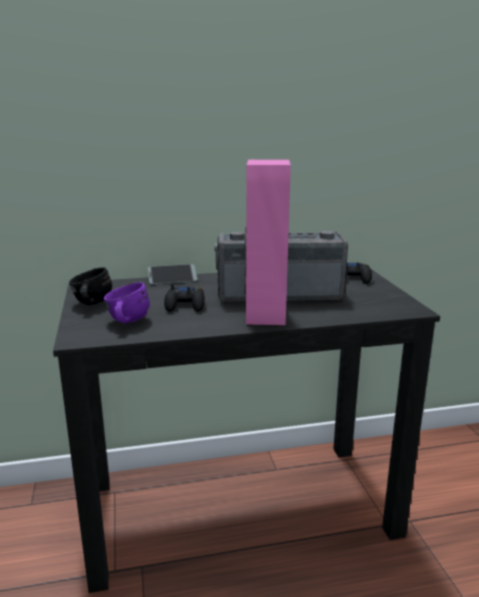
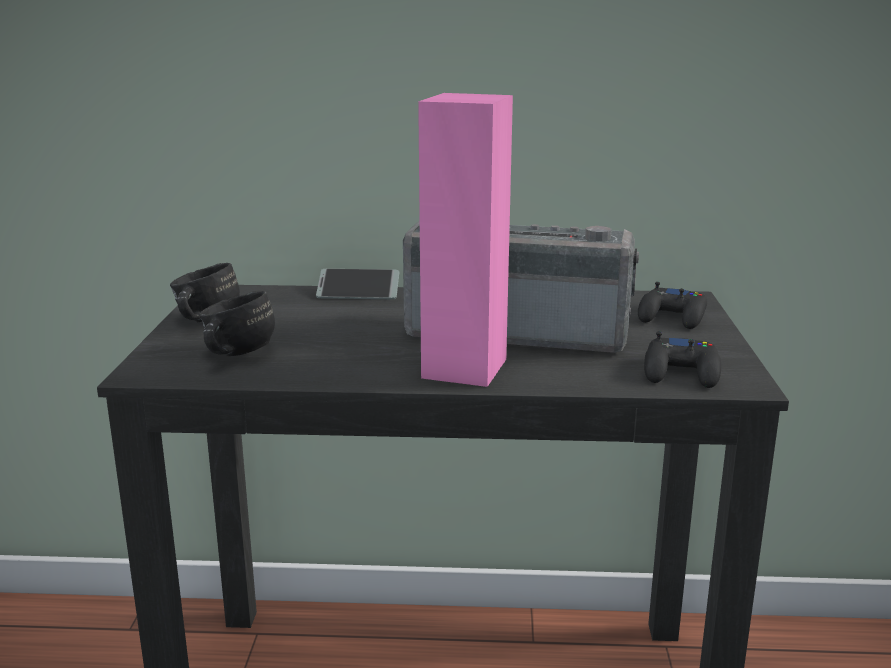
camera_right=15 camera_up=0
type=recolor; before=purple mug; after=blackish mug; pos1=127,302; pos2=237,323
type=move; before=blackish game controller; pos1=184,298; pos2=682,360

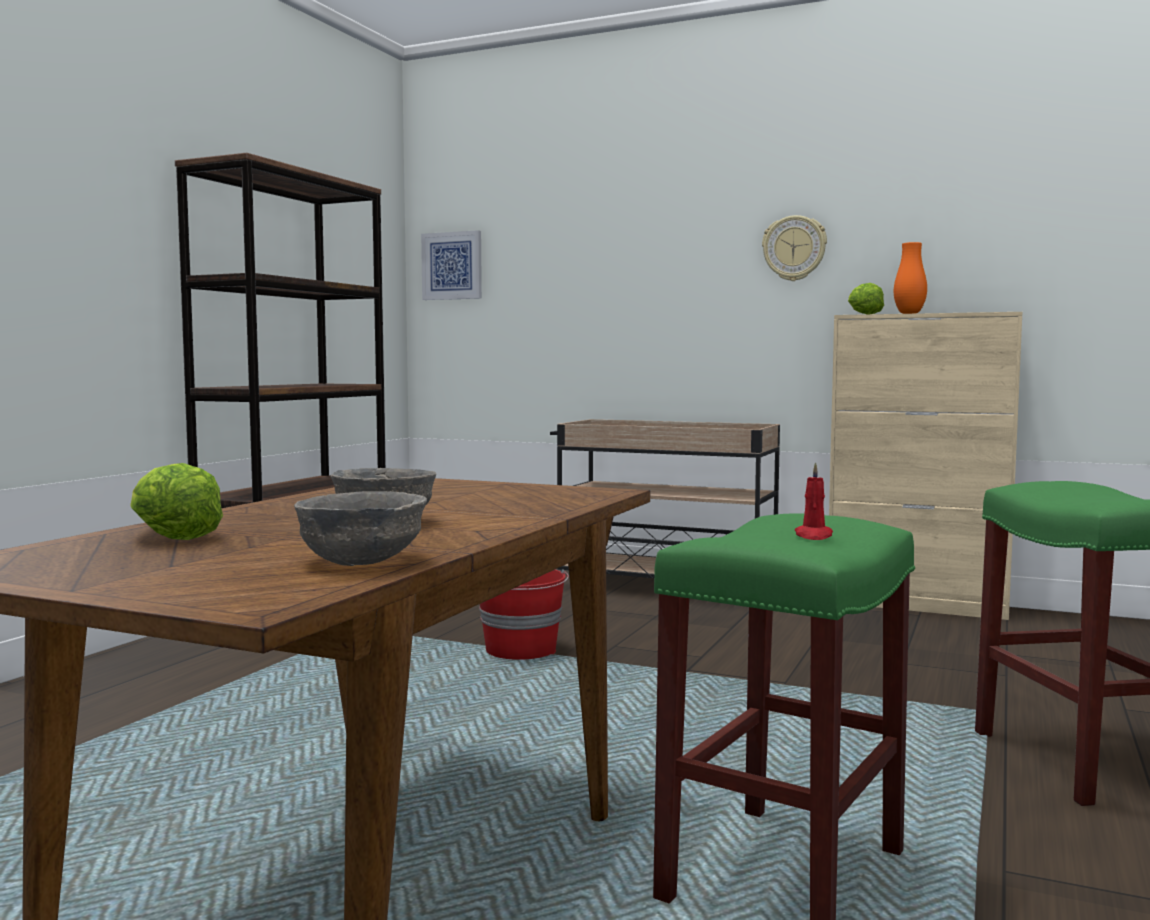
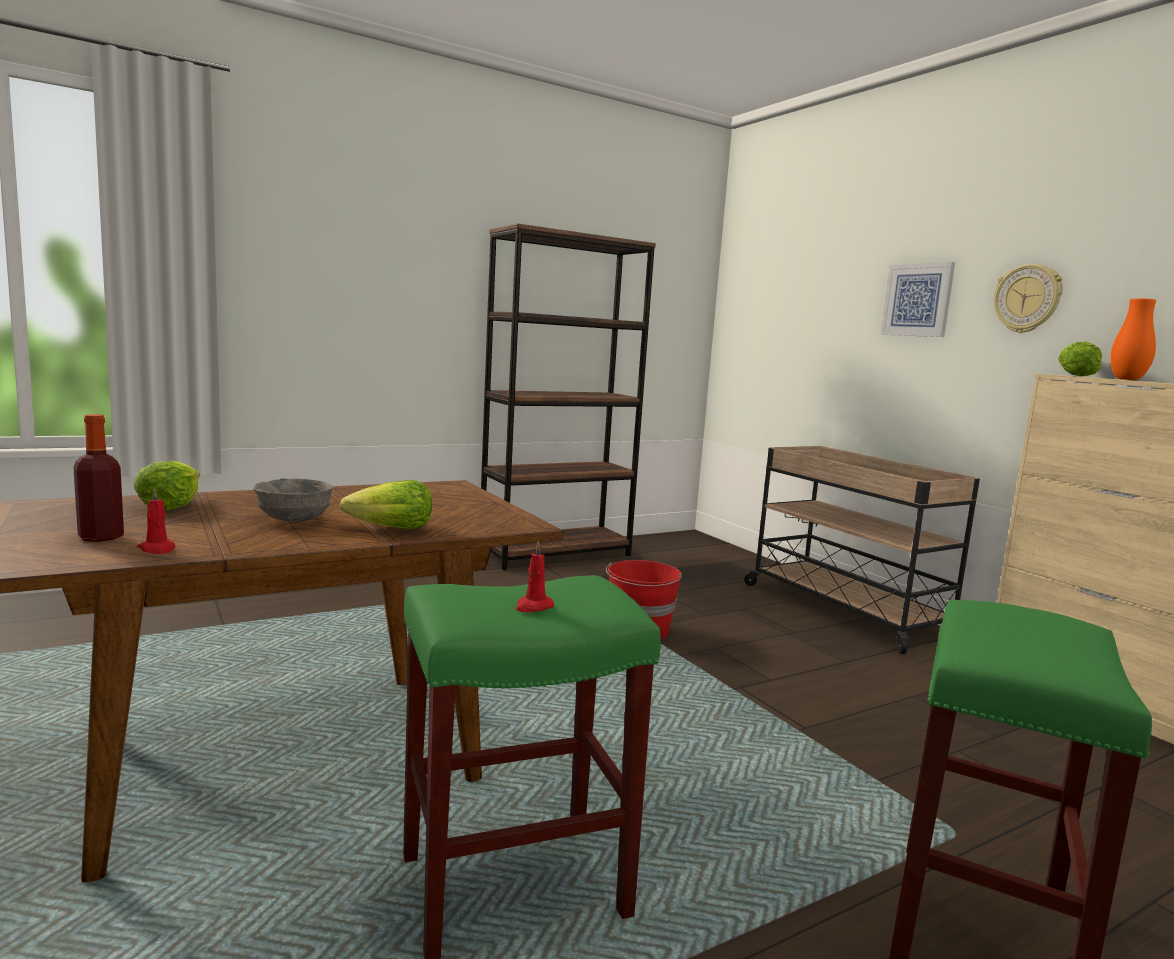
camera_right=35 camera_up=5
type=insert; after=drink bottle; pos2=98,478
type=replace; before=grey deep dish; after=red-coloured wax candle; pos1=360,528; pos2=156,520
type=insert; after=head of lettuce; pos2=386,504
type=move; before=wall picture; pos1=451,265; pos2=917,299

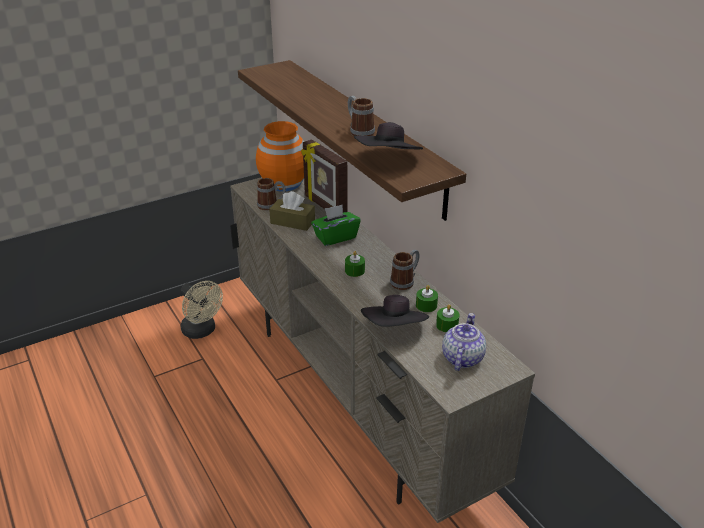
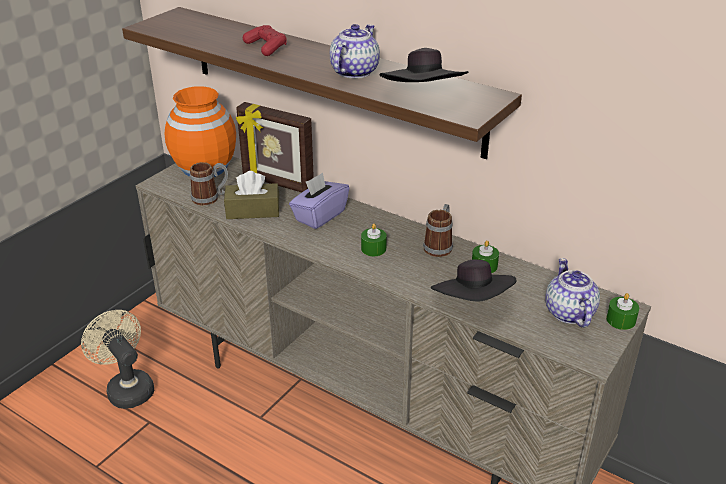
camera_right=-25 camera_up=0
type=rotate; before=beige fan; pos1=201,310; pos2=117,359; turn=-150
type=insert; after=red-coloured game controller; pos2=265,40
type=recolor; before=green box of tissues; after=purple box of tissues; pos1=336,225; pos2=319,201
type=replace; before=mug; after=tea pot; pos1=361,116; pos2=355,51
type=move; before=green wax candle; pos1=447,318; pos2=622,311

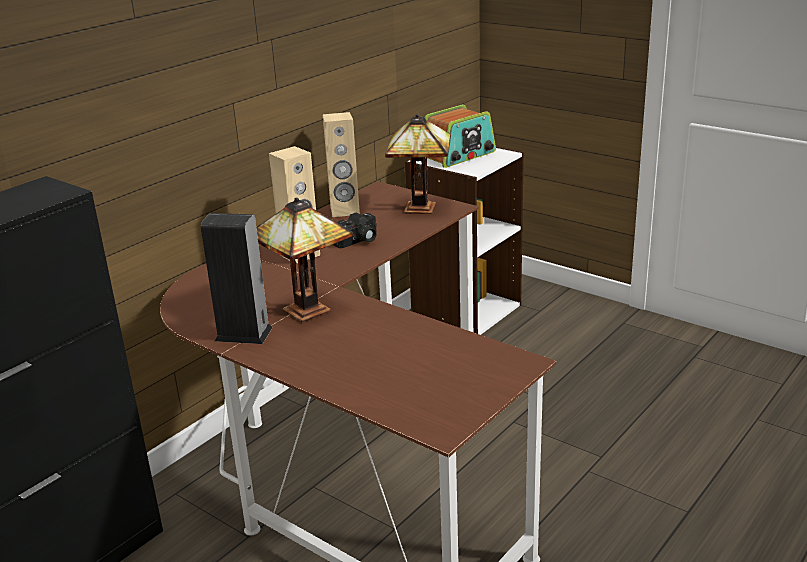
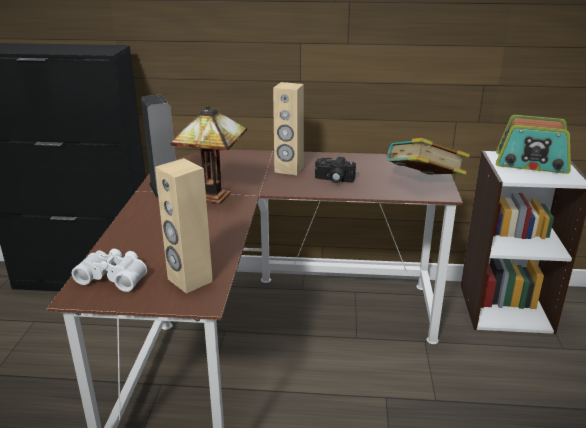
camera_right=55 camera_up=0
type=insert; after=white pair of binoculars; pos2=109,270
type=move; before=beige loudspeaker; pos1=341,164; pos2=184,226
type=replace; before=tabletop lamp; after=book; pos1=418,164; pos2=428,156

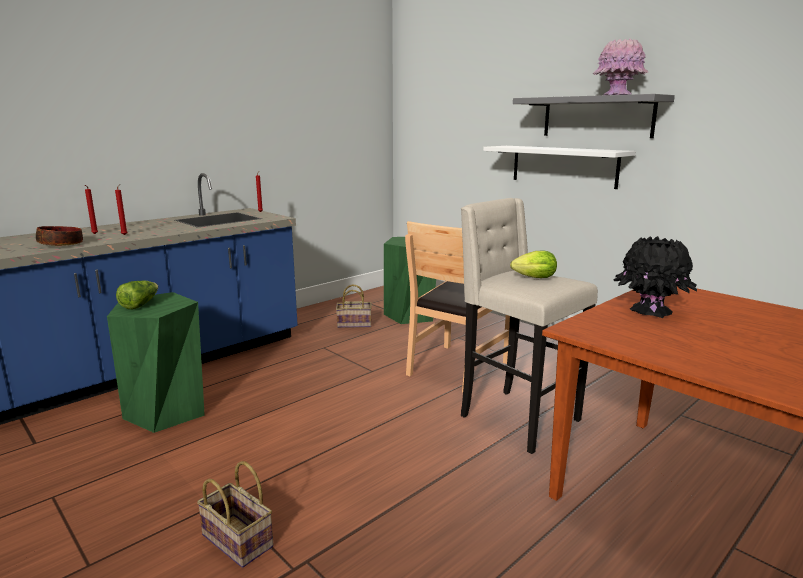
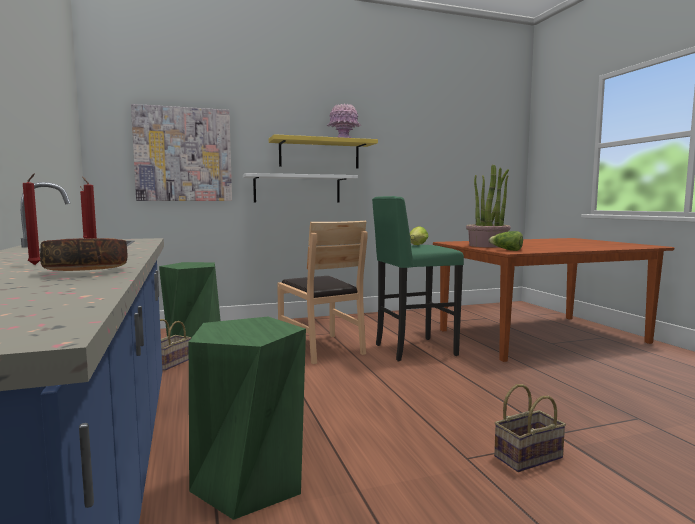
camera_right=-65 camera_up=-10
type=insert; after=wall picture; pos2=181,152
type=recolor; before=grey shelf; after=yellowish shelf; pos1=594,116; pos2=323,151
type=recolor; before=beige stool; after=green stool; pos1=529,326; pos2=418,279
type=replace; before=blackish vase; after=plant in a pot; pos1=655,277; pos2=488,206
type=move; before=head of lettuce; pos1=137,294; pos2=505,241

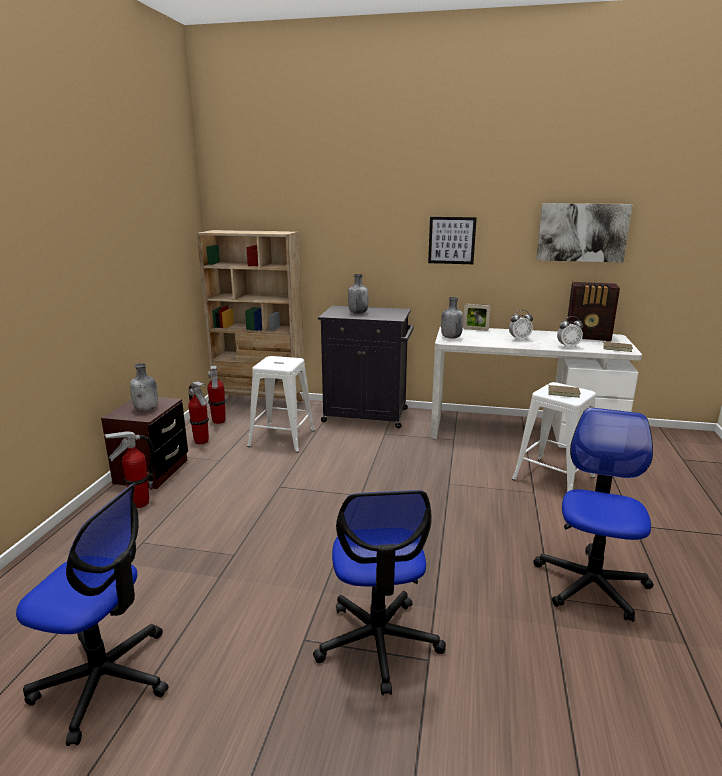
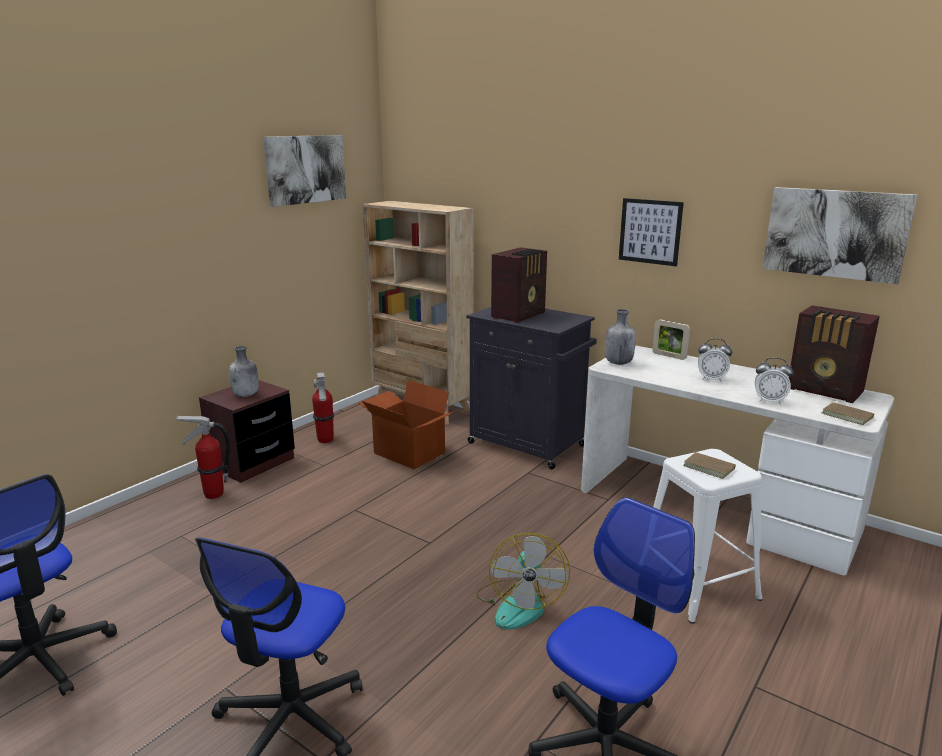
camera_right=25 camera_up=0
type=insert; after=wall picture; pos2=304,171
type=replace; before=white stool; after=packing box; pos1=281,404; pos2=408,424
type=insert; after=fan; pos2=523,581
type=replace; before=grey drink bottle; after=radio set; pos1=358,294; pos2=519,285
type=delete; before=fire extinguisher; pos1=216,395

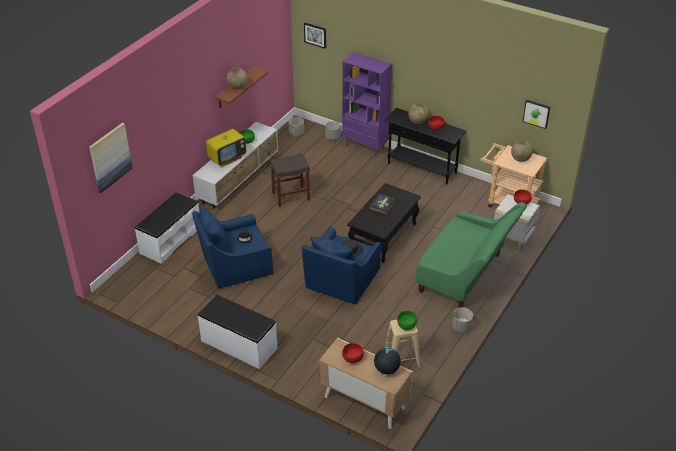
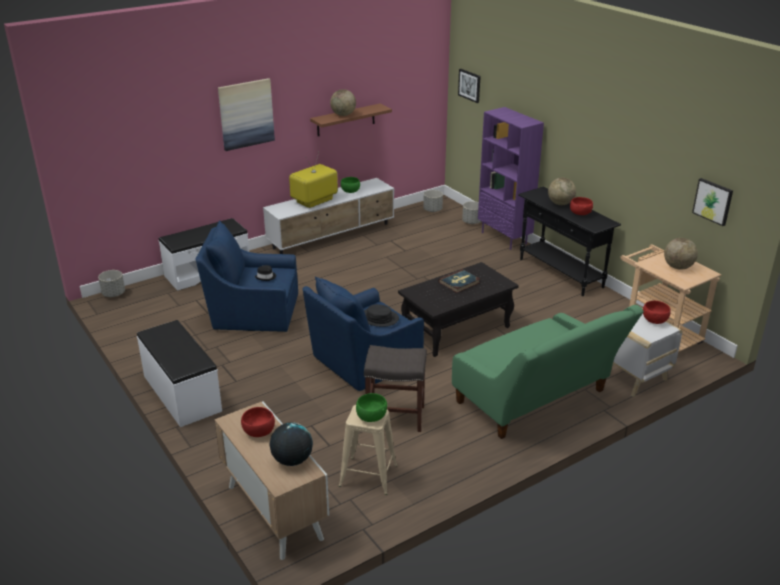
camera_right=25 camera_up=-10
type=move; before=grey plant pot; pos1=462,320; pos2=111,283
type=move; before=wall picture; pos1=111,158; pos2=246,114
type=rotate; before=television; pos1=226,147; pos2=313,180; turn=150
type=move; before=grey stool; pos1=290,180; pos2=395,388

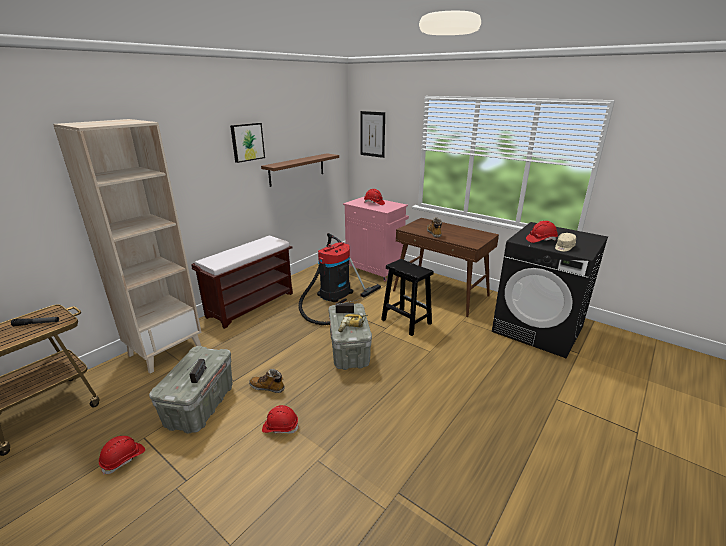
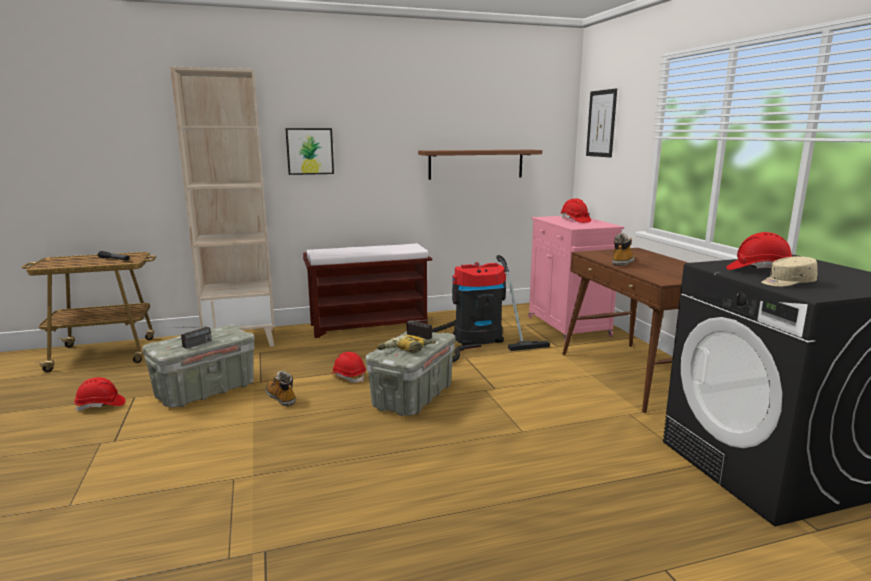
camera_right=35 camera_up=-10
type=move; before=wall picture; pos1=247,143; pos2=309,151
type=move; before=red-coloured hard hat; pos1=280,419; pos2=348,367
type=delete; before=blackish stool; pos1=407,297

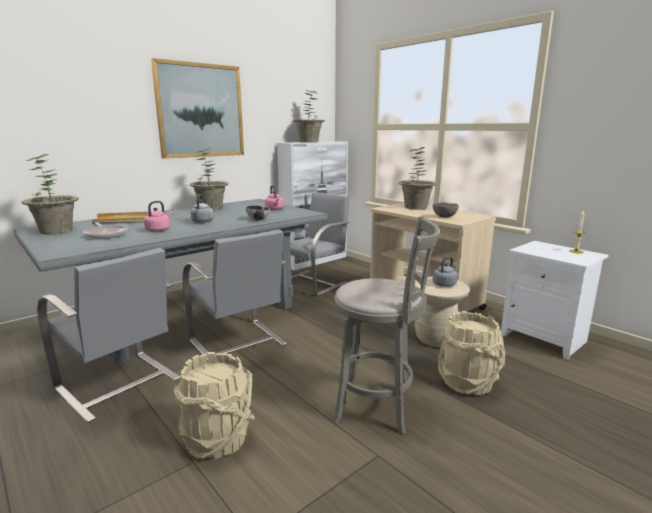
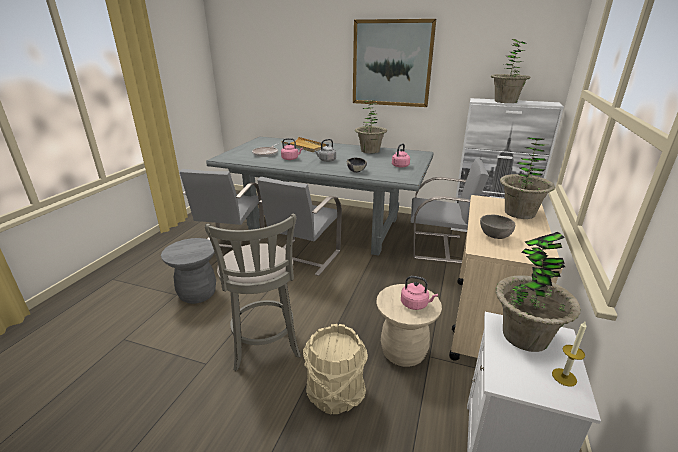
camera_right=60 camera_up=10
type=replace; before=beige pail; after=grey stool; pos1=214,405; pos2=188,271
type=recolor; before=grey water kettle; after=pink-coloured water kettle; pos1=445,271; pos2=419,293
type=move; before=plant in a pot; pos1=50,194; pos2=538,292

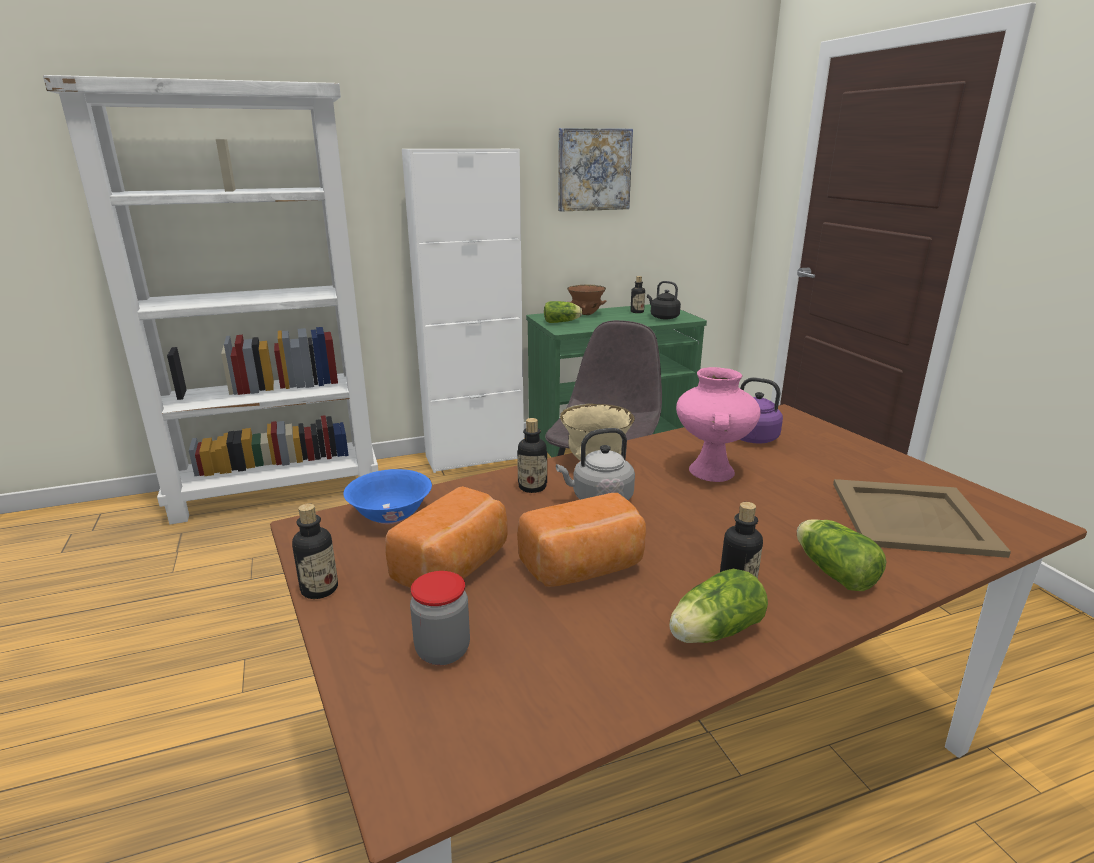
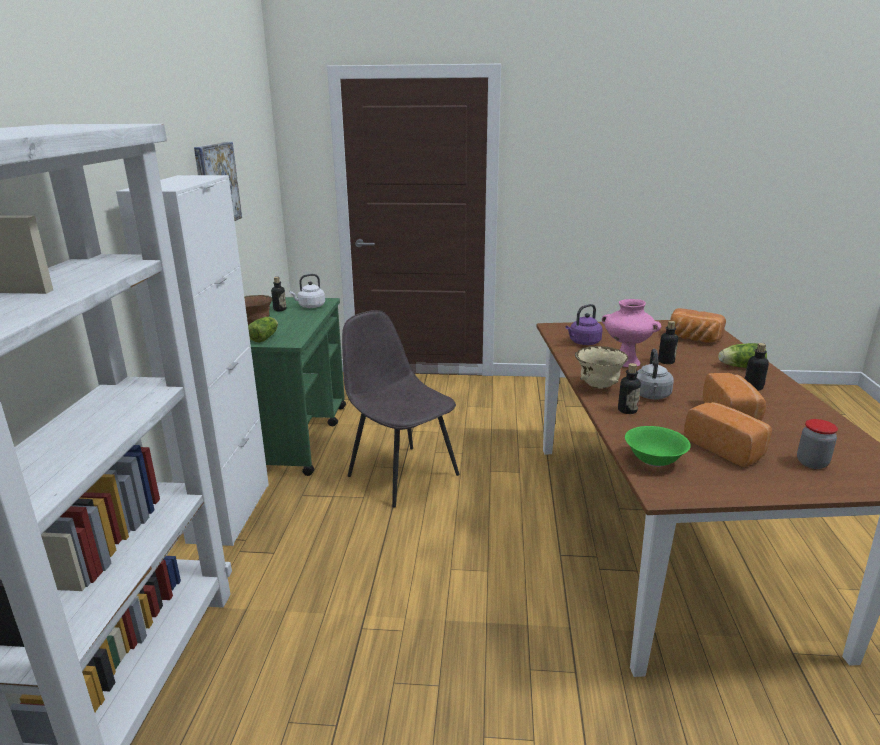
camera_right=-65 camera_up=0
type=recolor; before=blackish water kettle; after=white water kettle; pos1=664,300; pos2=307,291
type=recolor; before=blue-coloured deep dish; after=green deep dish; pos1=387,496; pos2=658,446
type=move; before=drink bottle; pos1=315,551; pos2=668,342
type=replace; before=beige tray; after=bread; pos1=922,518; pos2=698,325
type=delete; before=head of lettuce; pos1=718,606

